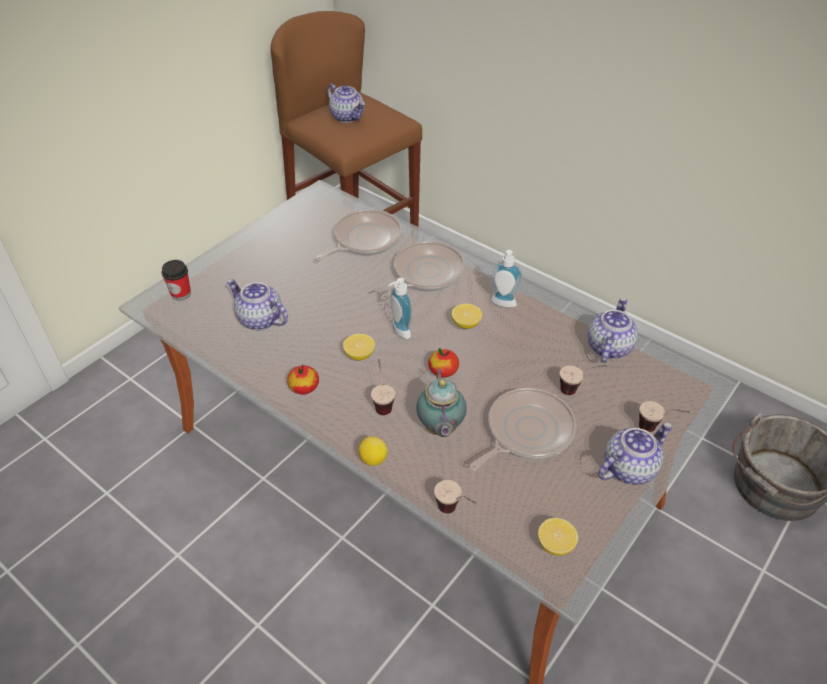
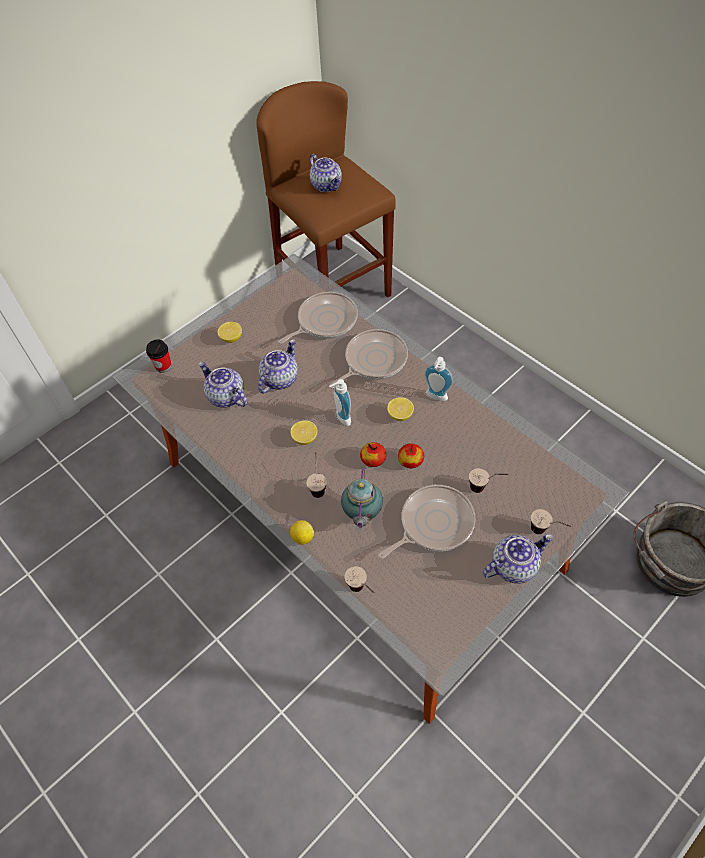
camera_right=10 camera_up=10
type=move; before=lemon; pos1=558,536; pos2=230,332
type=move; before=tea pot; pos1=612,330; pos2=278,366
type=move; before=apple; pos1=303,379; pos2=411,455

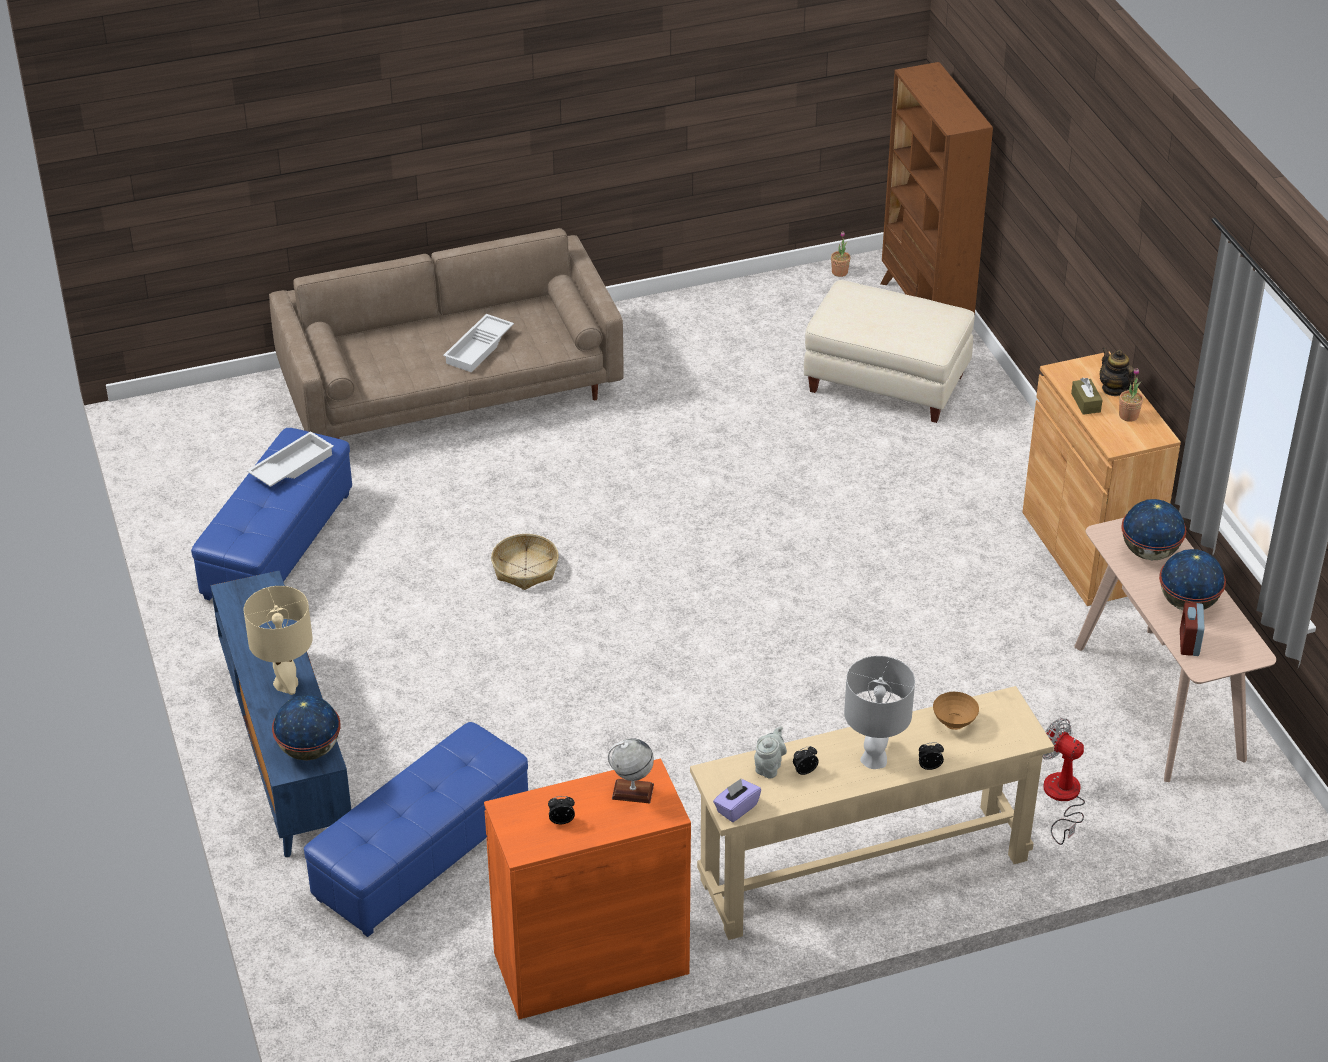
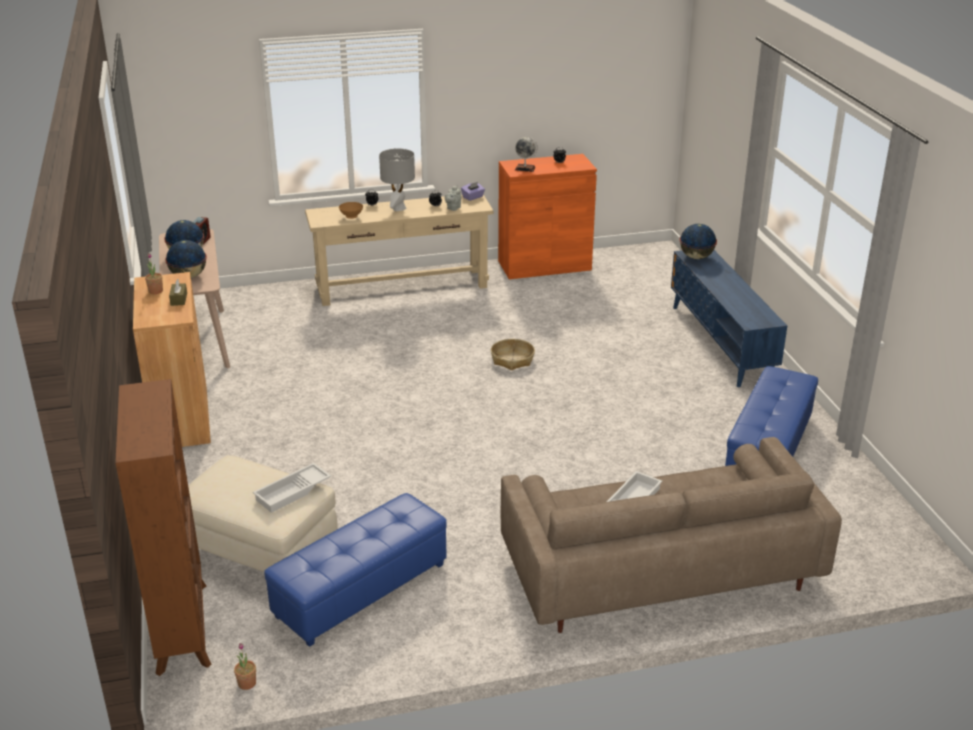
camera_right=-175 camera_up=-10
type=move; before=white tray; pos1=290,459; pos2=292,488
type=move; before=blue-coloured ottoman; pos1=416,829; pos2=355,570
type=move; before=basket; pos1=525,562; pos2=513,354
type=delete; before=beige tabletop lamp; pos1=278,640
type=delete; before=fan; pos1=1064,781
type=delete; before=tea pot; pos1=1117,371

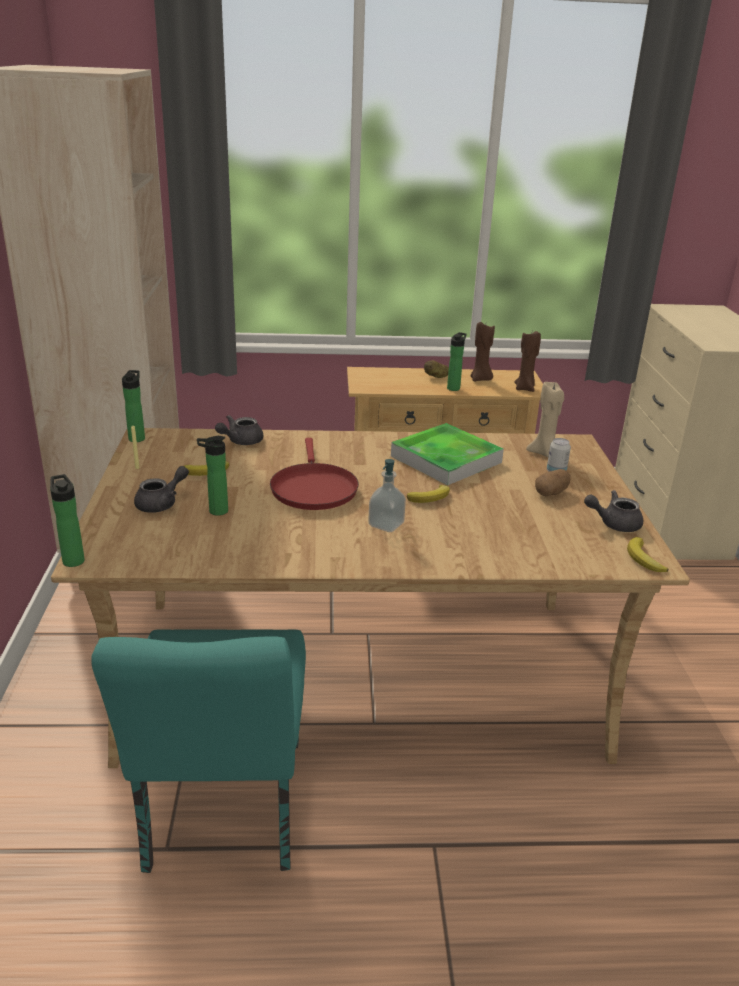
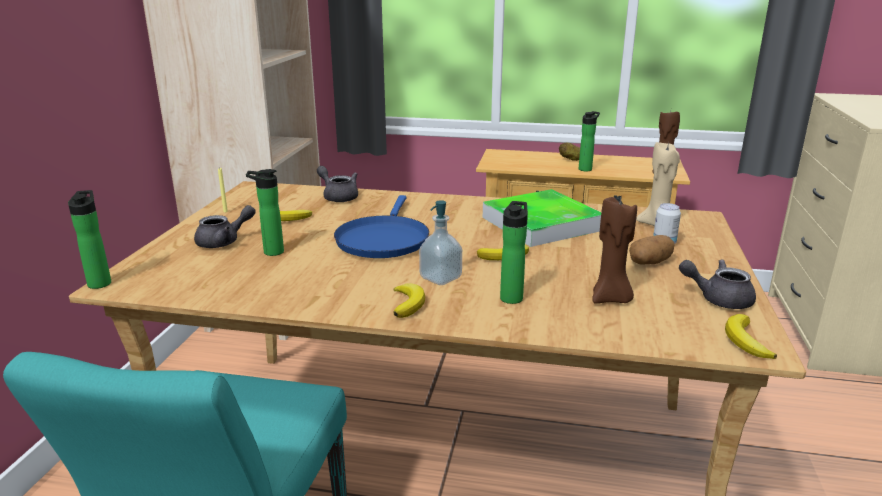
camera_right=15 camera_up=-5
type=rotate; before=grey tea pot; pos1=239,430; pos2=337,184; turn=75
type=recolor; before=red-coloured skillet; after=blue-coloured skillet; pos1=314,474; pos2=381,226
type=insert; after=whole banana; pos2=409,300
type=move; before=drink bottle; pos1=133,406; pos2=514,252
type=move; before=brown wax candle; pos1=483,351; pos2=614,250

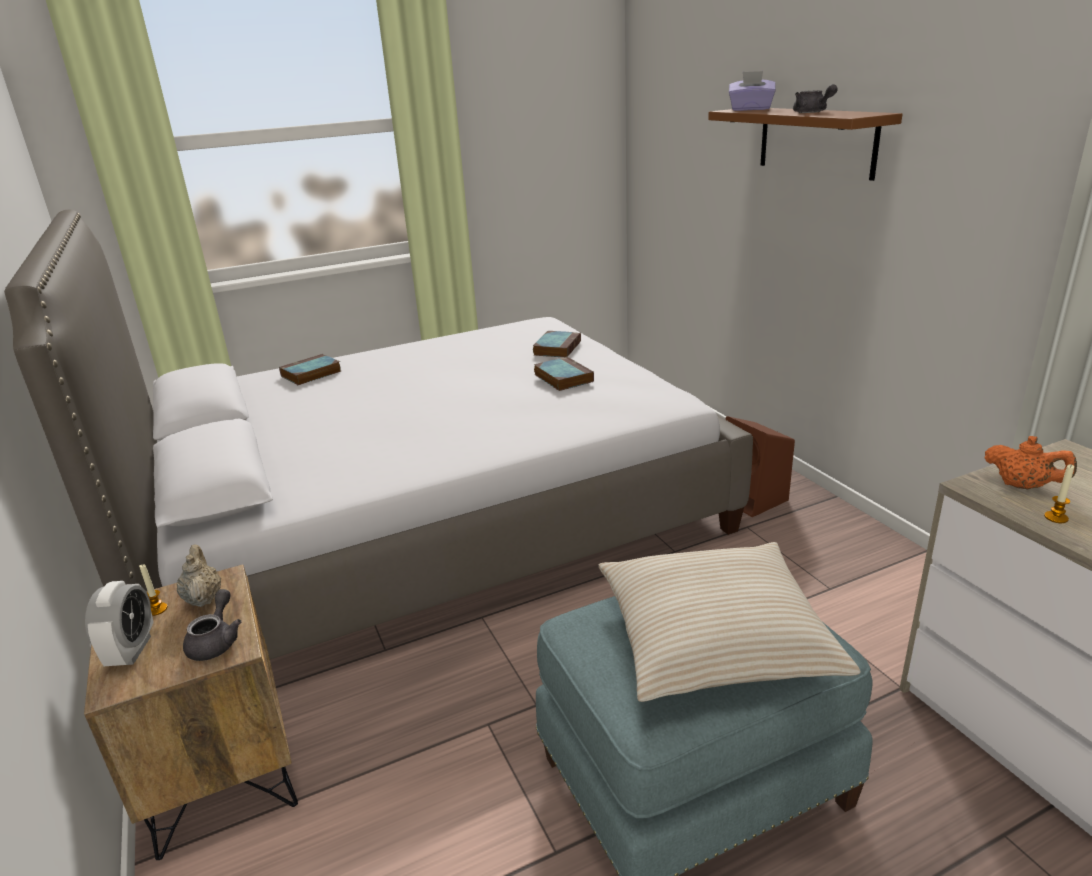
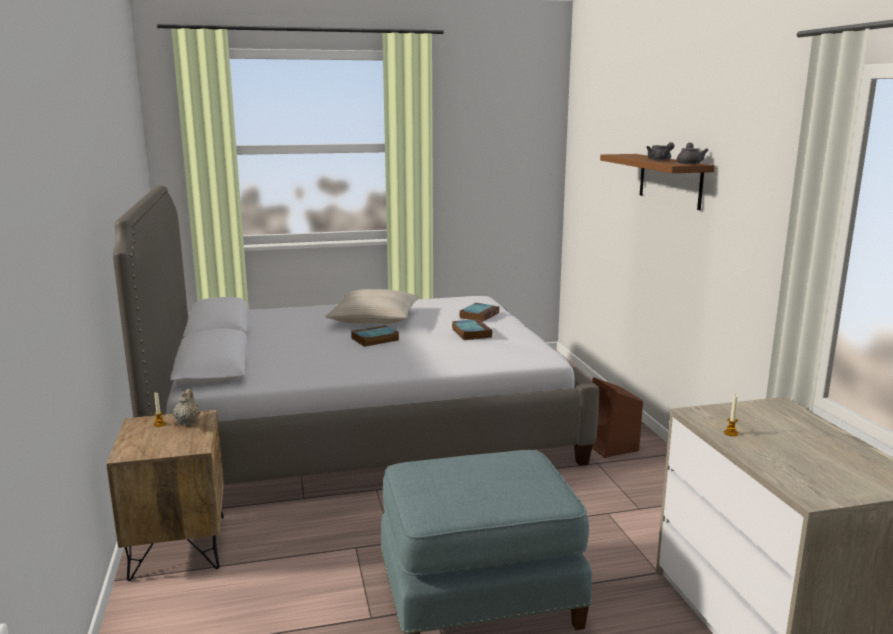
camera_right=10 camera_up=-10
type=move; before=beige pillow; pos1=730,622; pos2=372,306
type=move; before=book; pos1=310,369; pos2=375,336
type=move; before=grey tea pot; pos1=212,625; pos2=692,153
type=delete; before=bedside clock; pos1=119,623
type=delete; before=purple box of tissues; pos1=752,91
type=delete; before=orangey tea pot; pos1=1031,462

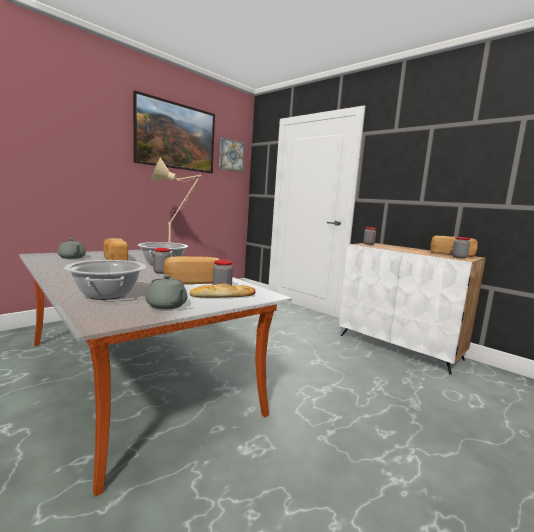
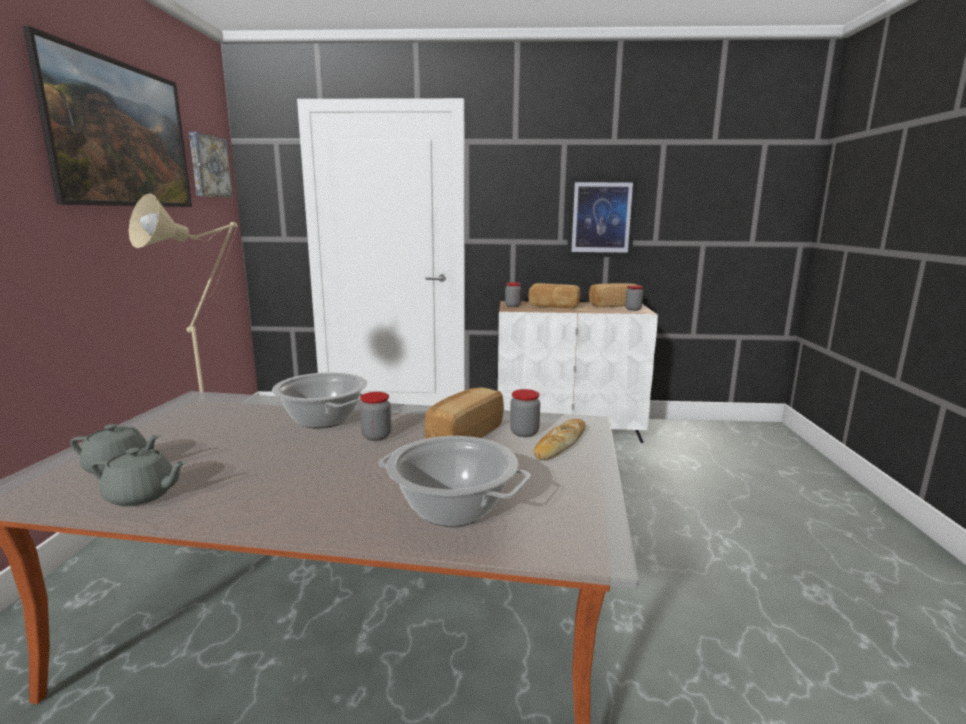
camera_right=-40 camera_up=5
type=move; before=grey tea pot; pos1=166,292; pos2=138,477
type=move; before=bread; pos1=115,249; pos2=554,295
type=insert; after=wall picture; pos2=602,217

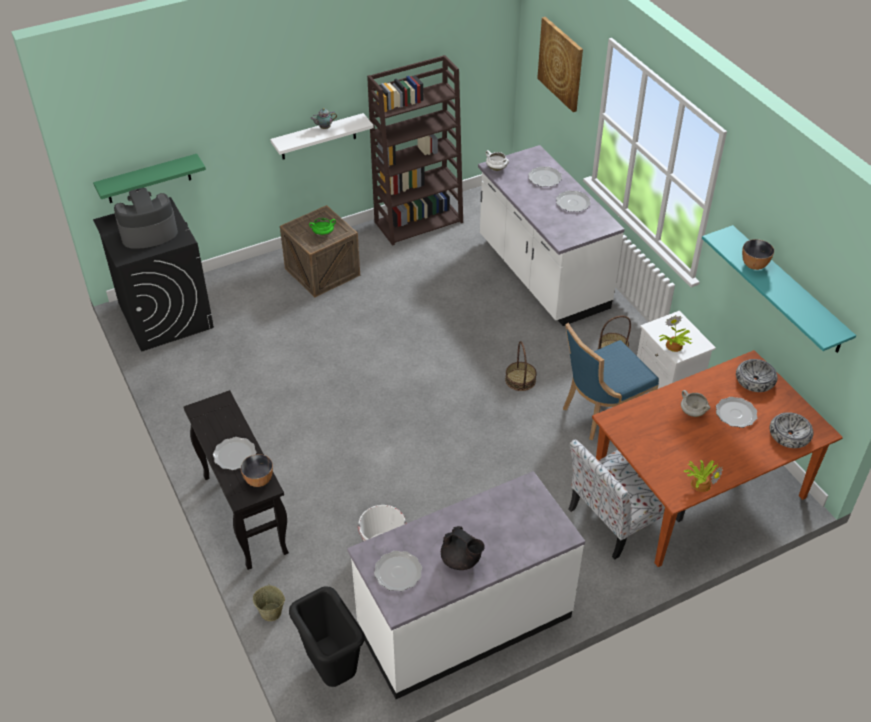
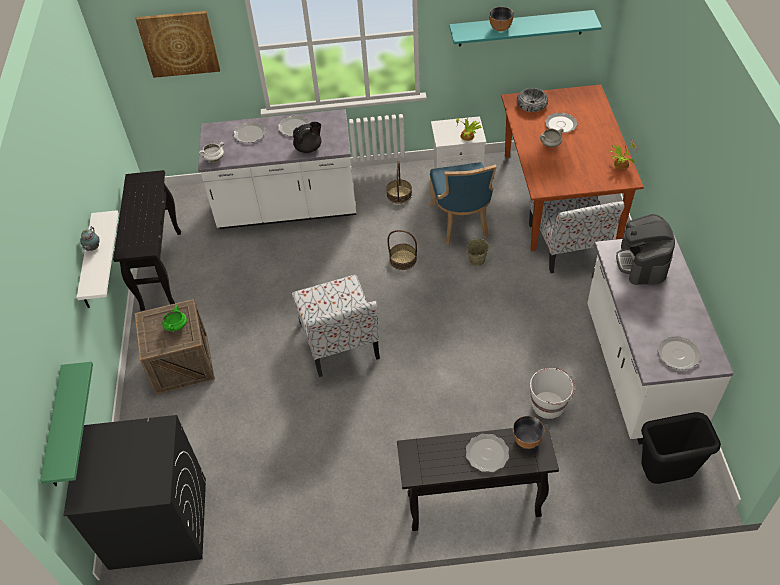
camera_right=-65 camera_up=5
type=replace; before=brown bookcase; after=blackish hall table; pos1=415,150; pos2=147,240
type=insert; after=chair; pos2=336,326
type=move; before=blackish tea pot; pos1=463,548; pos2=307,137
type=move; before=beige pail; pos1=269,602; pos2=477,252
type=move; before=coffee machine; pos1=146,218; pos2=645,249
type=delete; before=deep dish; pos1=791,430

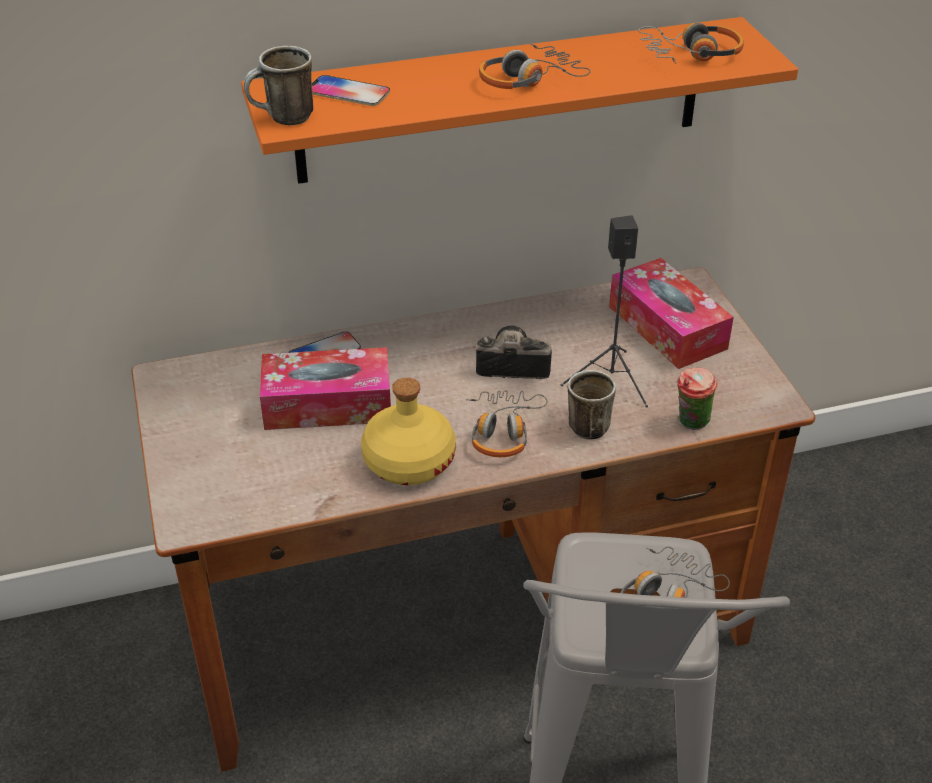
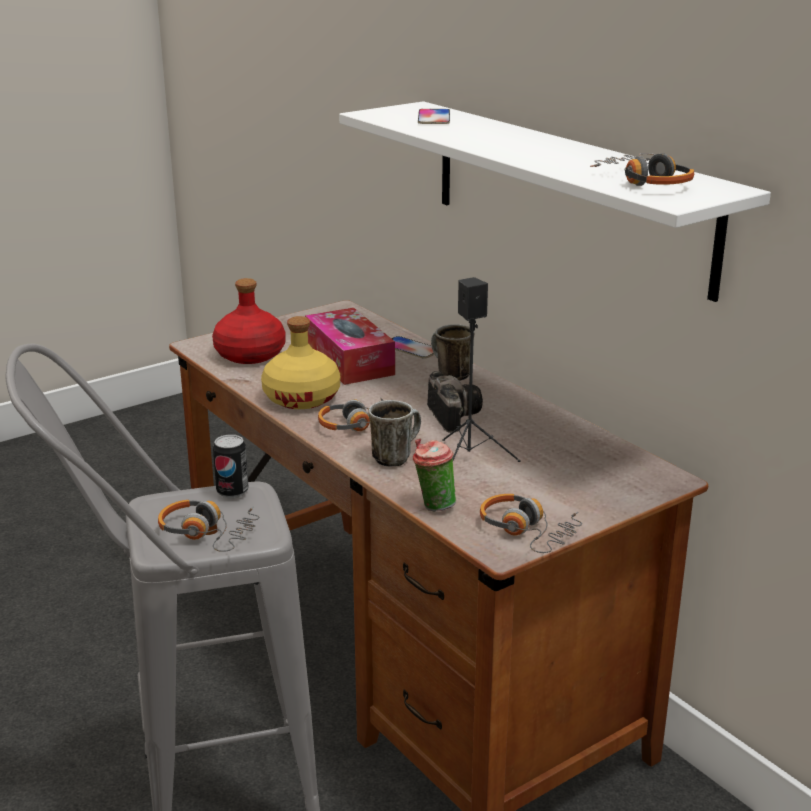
camera_right=70 camera_up=-15
type=insert; after=red-coloured drink bottle; pos2=248,321
type=insert; after=sealed can; pos2=231,466
type=recolor; before=orangey shelf; after=white shelf; pos1=519,100; pos2=555,201
type=move; before=mug; pos1=279,85; pos2=451,352
type=move; before=headset; pos1=534,66; pos2=531,523
type=delete; before=box of tissues; pos1=671,313

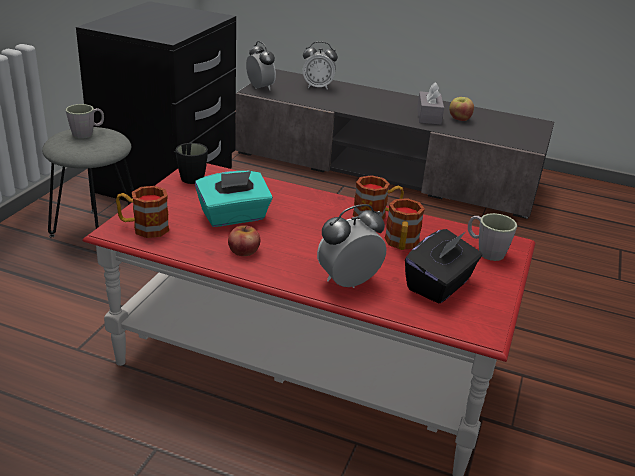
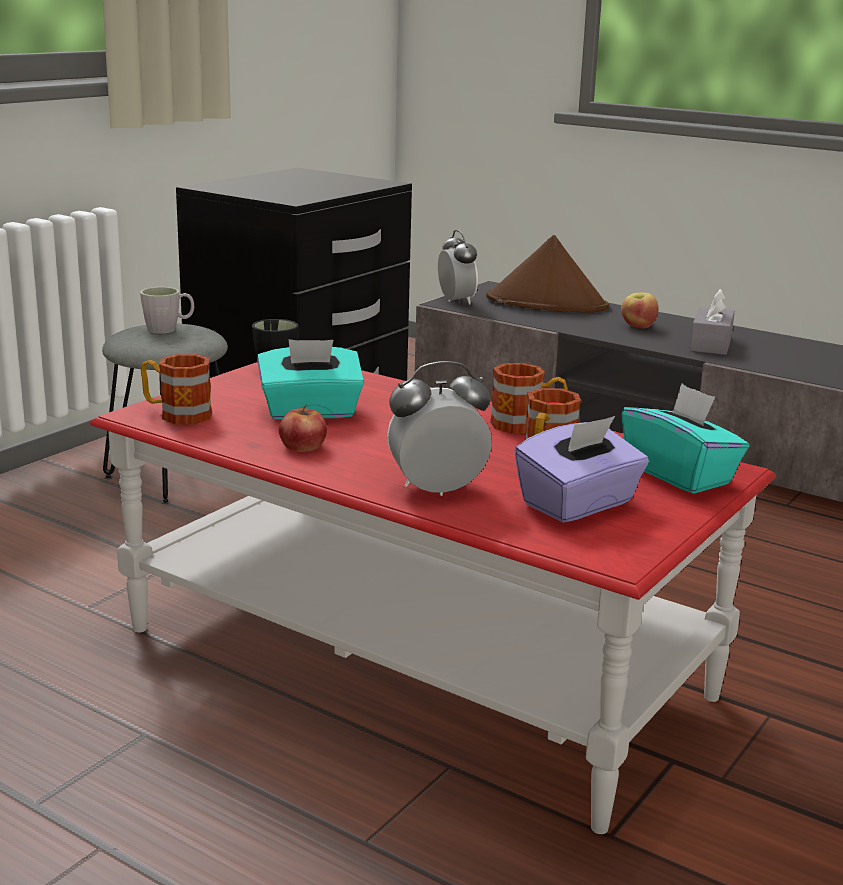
camera_right=15 camera_up=-10
type=replace; before=bedside clock; after=brown wearable hat; pos1=320,66; pos2=547,274
type=recolor; before=blackish box of tissues; after=purple box of tissues; pos1=443,266; pos2=581,469
type=move; before=apple; pos1=461,109; pos2=639,310
type=replace; before=grey mug; after=blue-green box of tissues; pos1=492,237; pos2=685,438

